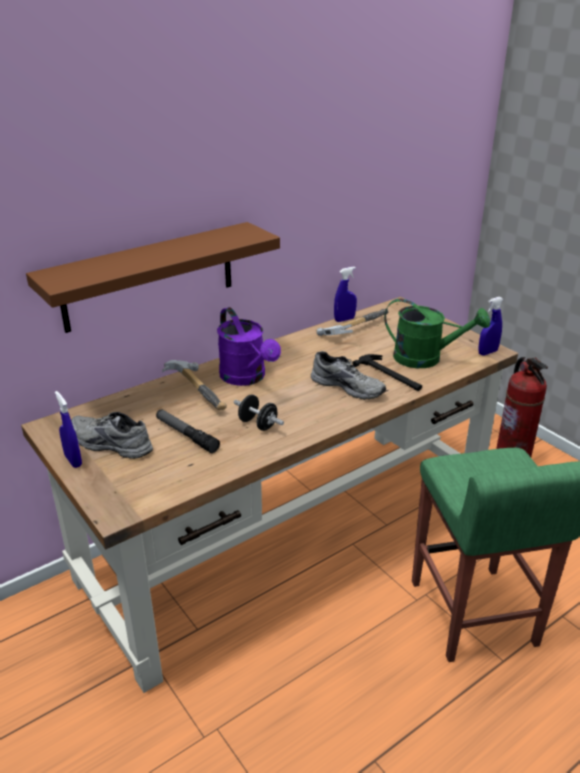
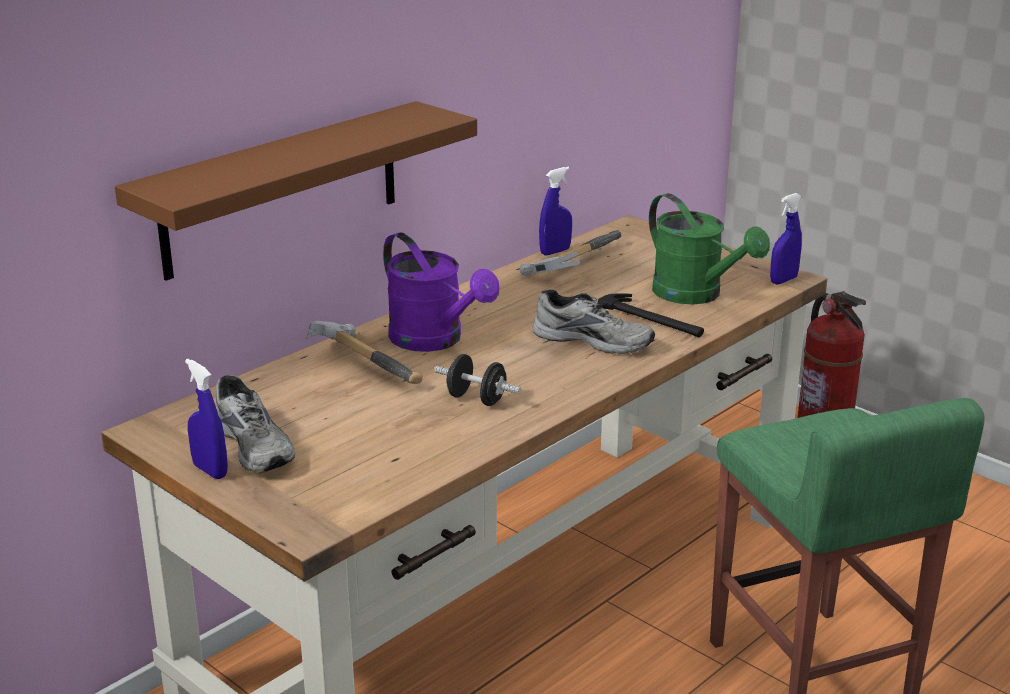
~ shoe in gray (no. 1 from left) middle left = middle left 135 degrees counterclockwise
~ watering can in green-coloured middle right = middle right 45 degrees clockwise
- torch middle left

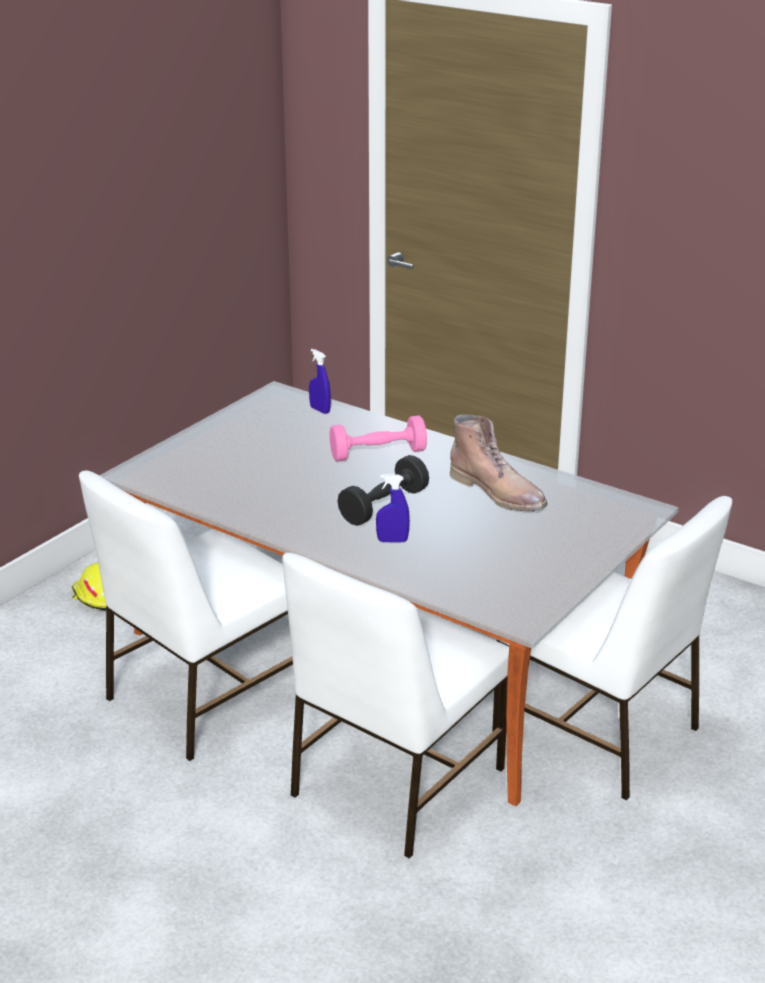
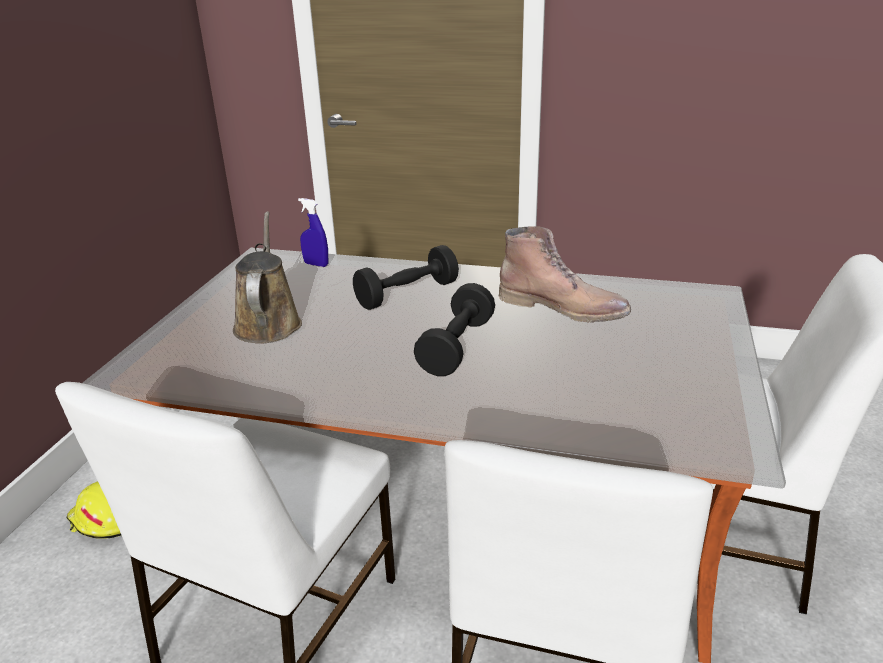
+ watering can in brown middle left
~ hand weight in pinkish centre to hand weight in black (no. 1 from left) centre
- spray bottle in blue (no. 2 from left) centre

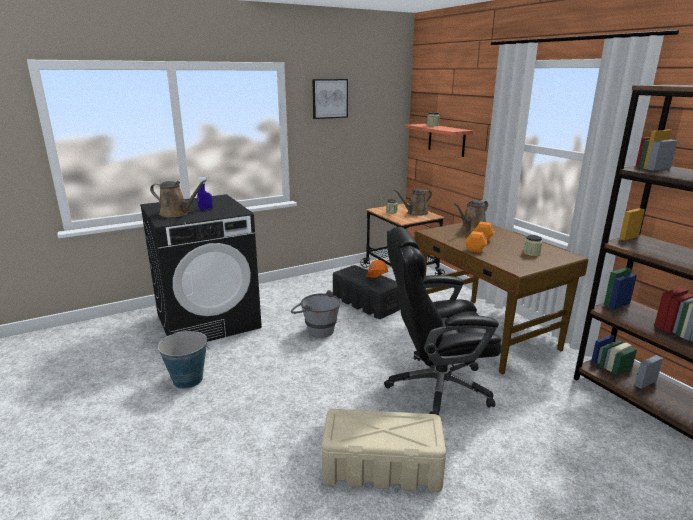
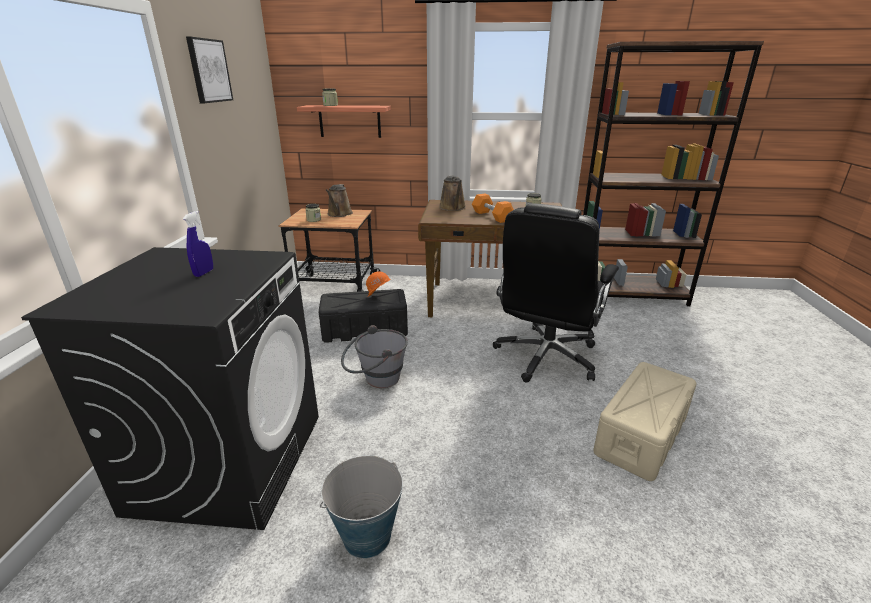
- watering can in brown (no. 1 from left) middle left

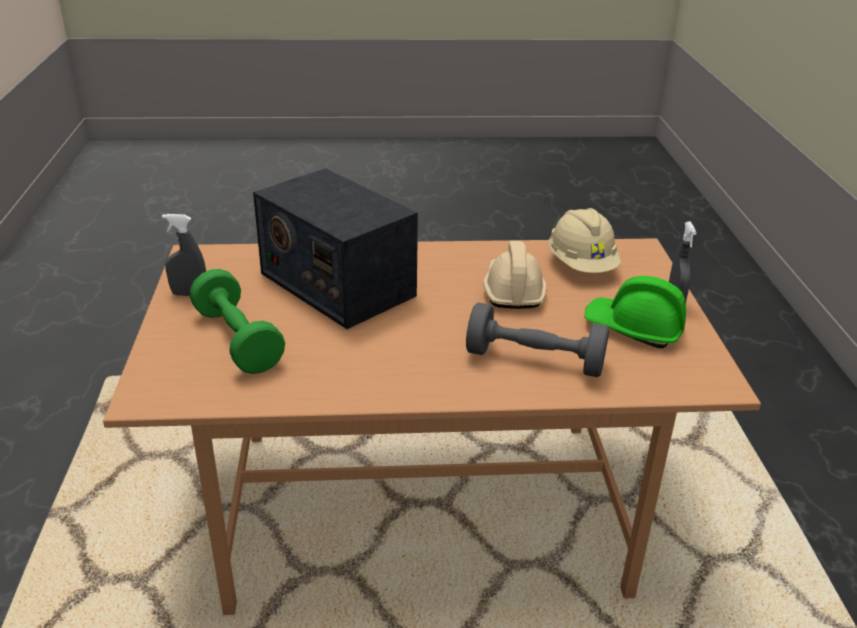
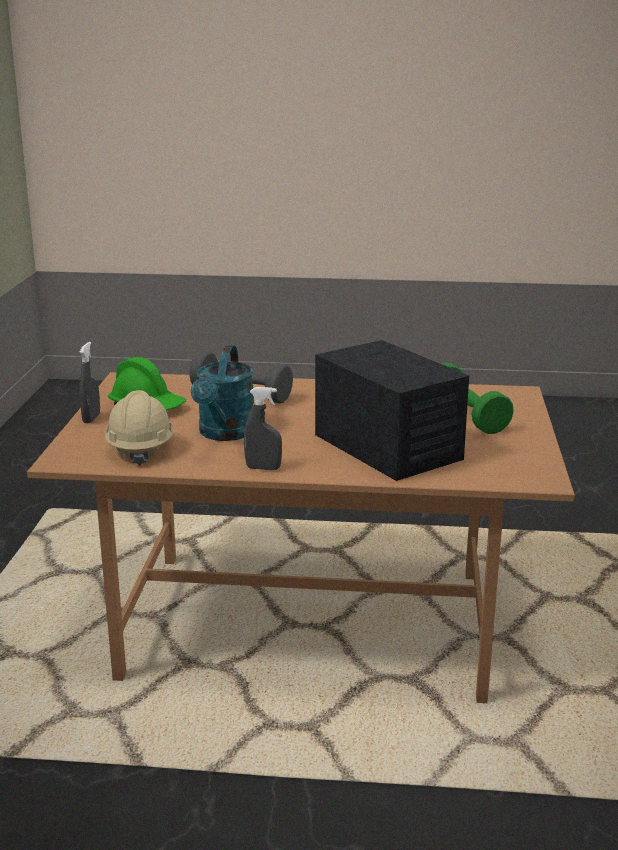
~ work helmet in sand-coloured (no. 1 from left) centre to watering can in turquoise centre
~ spray bottle in gray (no. 1 from left in the first image) middle left to spray bottle in gray (no. 2 from left) centre

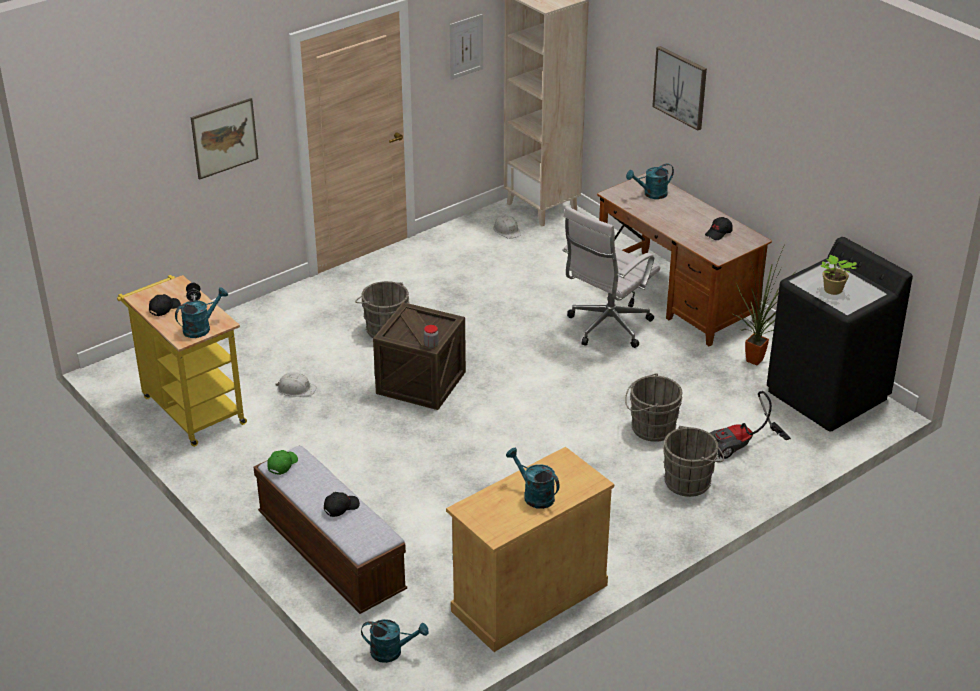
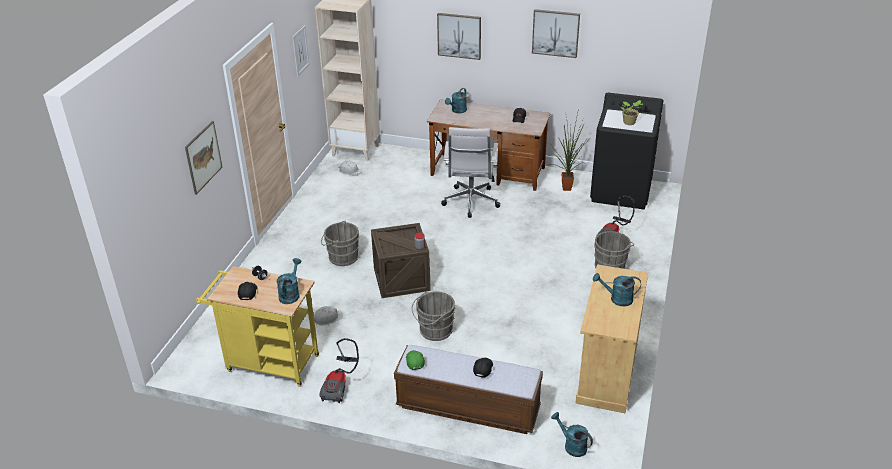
+ vacuum (no. 1 from left) bottom centre
~ water bucket in gray (no. 2 from left) middle right to bottom centre
+ picture (no. 4 from left) top centre
~ watering can in turquoise (no. 2 from left in the first image) bottom centre = bottom centre 105 degrees counterclockwise

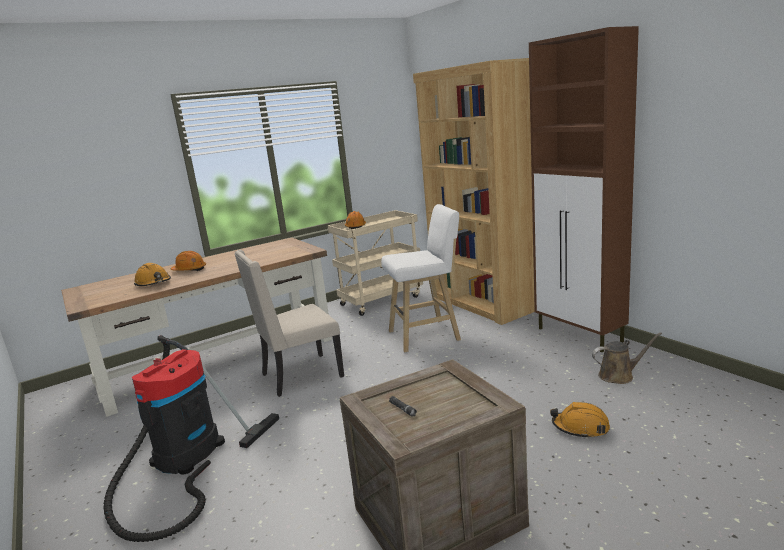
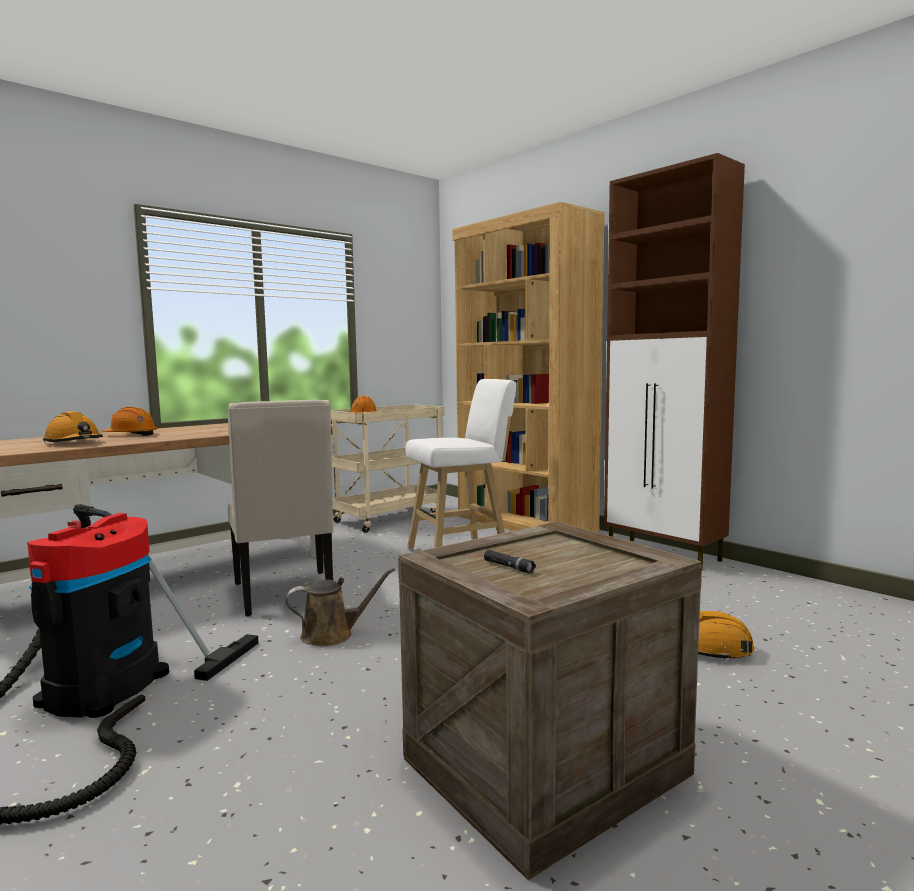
~ upright chair in sand-coloured centre = middle left 75 degrees counterclockwise
~ watering can in brown middle right to bottom centre

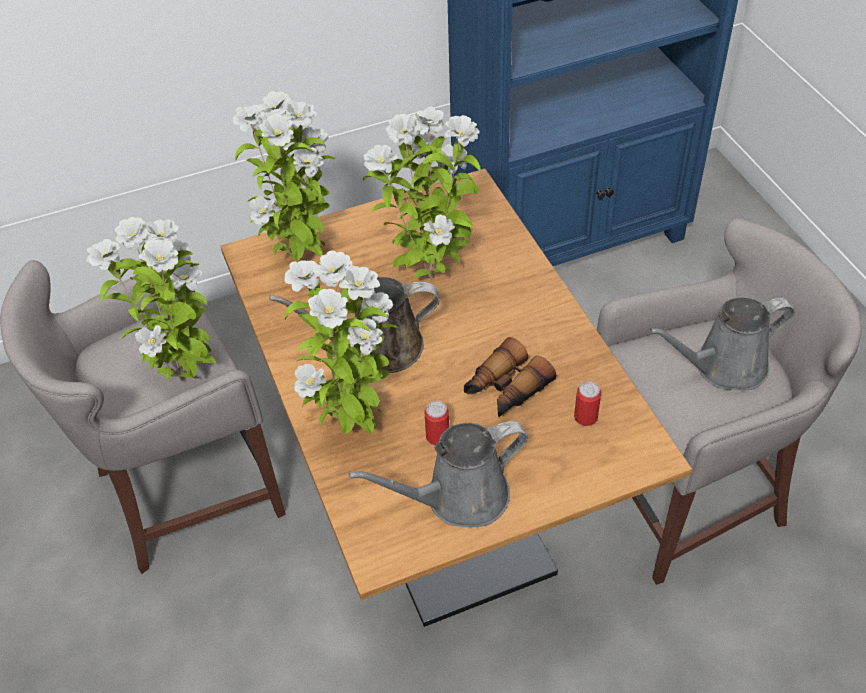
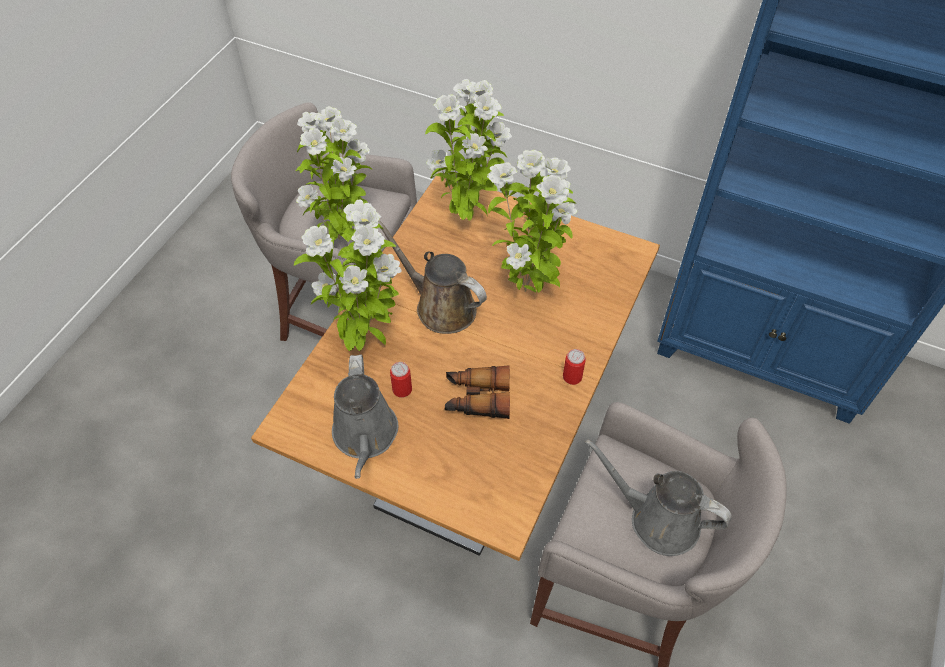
~ watering can in gray (no. 1 from left) bottom centre = centre 120 degrees counterclockwise
~ can (no. 2 from left) middle right to centre

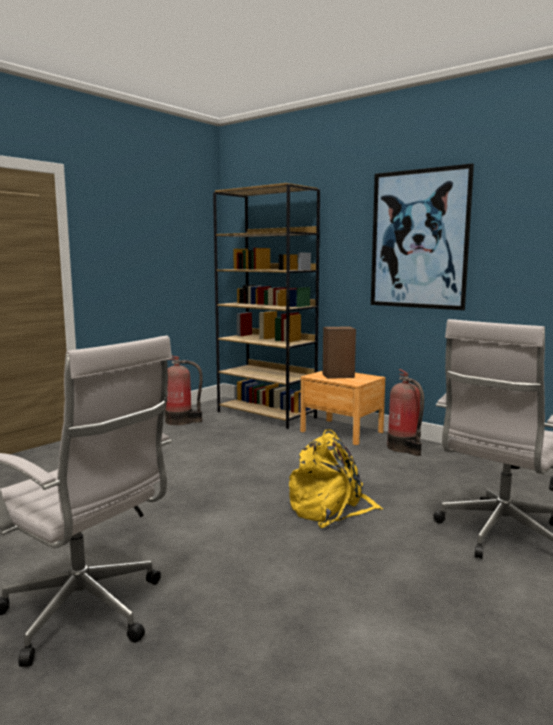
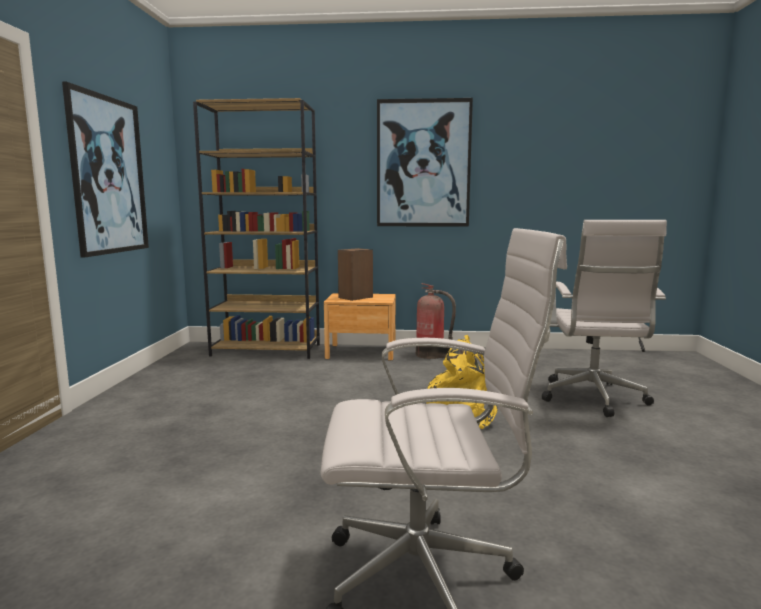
+ picture (no. 1 from left) top left
- fire extinguisher (no. 1 from left) middle left

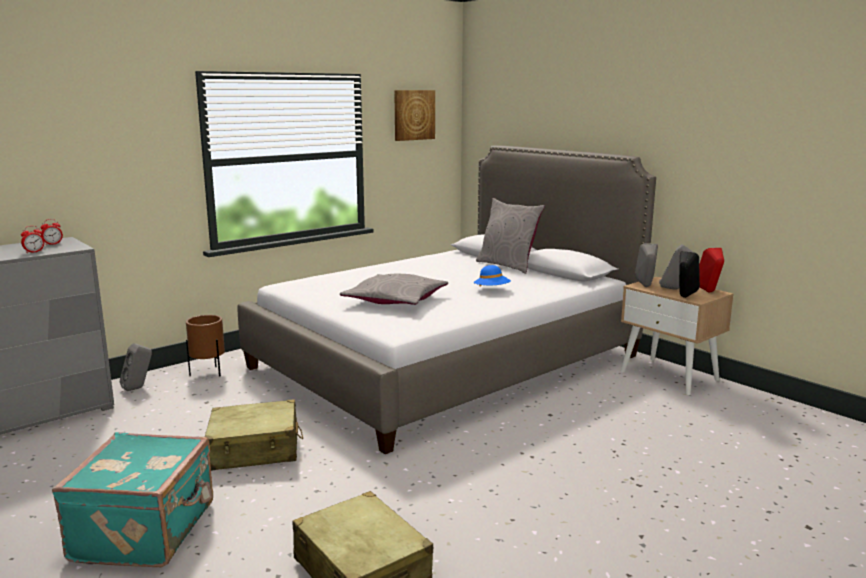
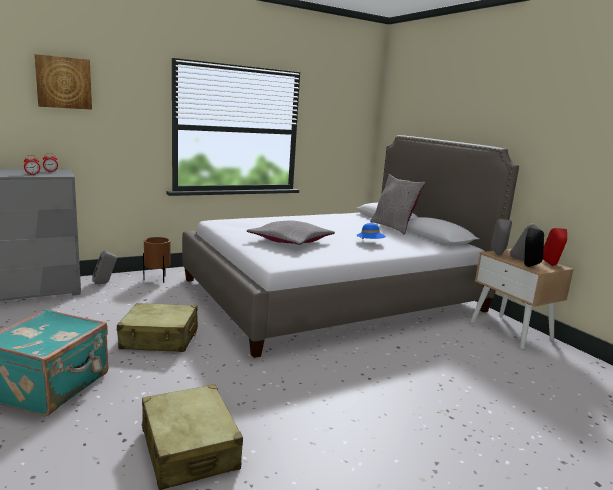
~ picture top centre to top left

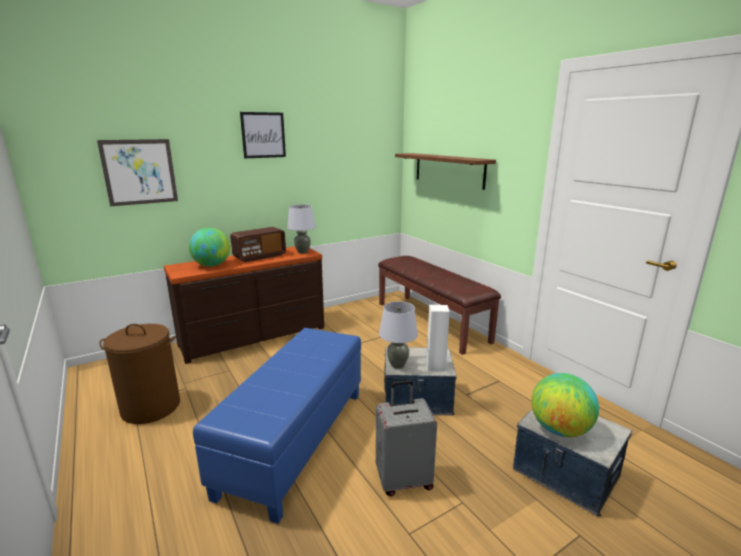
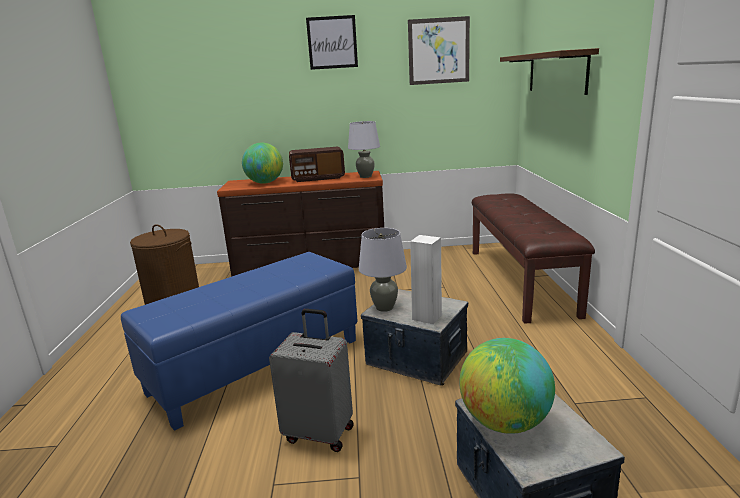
~ picture (no. 1 from left in the first image) top left to picture (no. 2 from left) top centre

